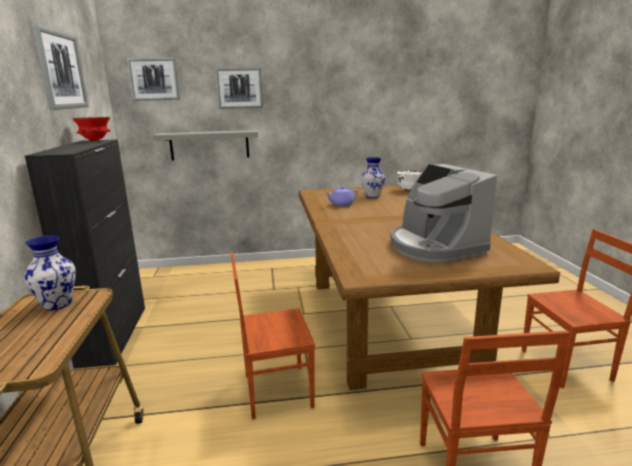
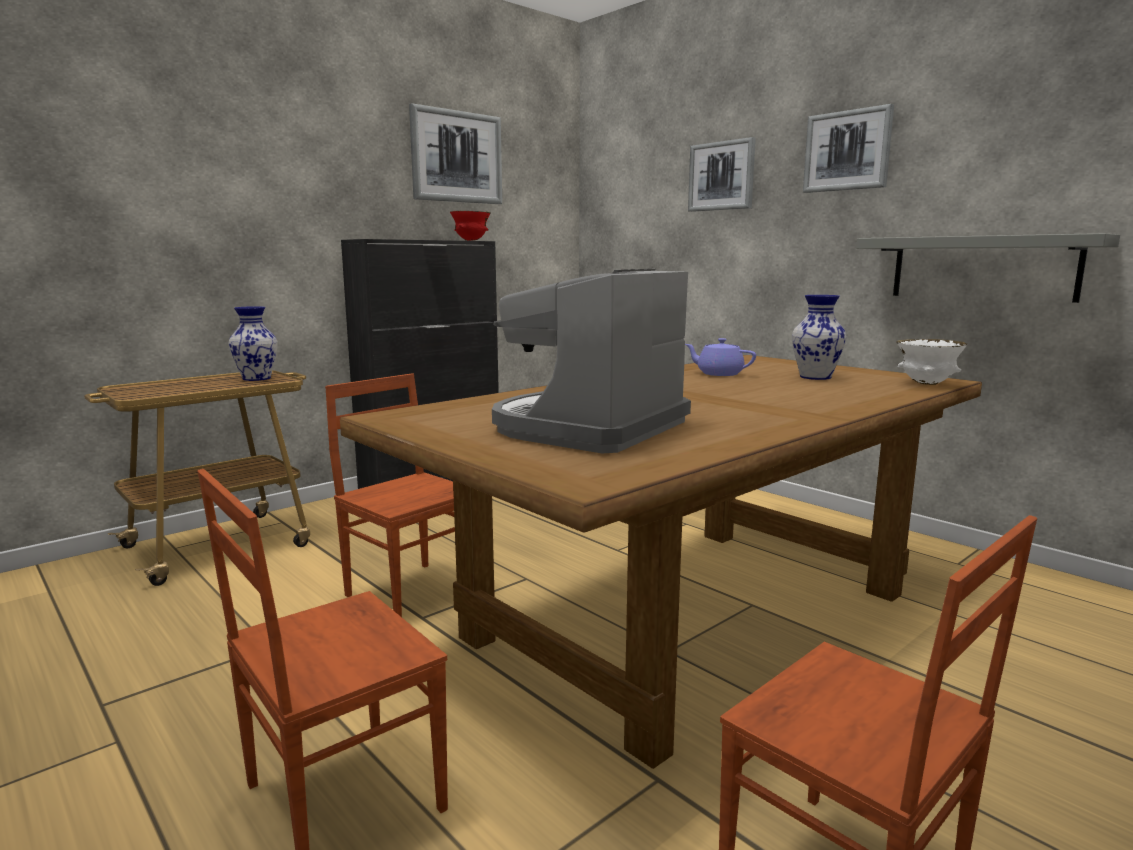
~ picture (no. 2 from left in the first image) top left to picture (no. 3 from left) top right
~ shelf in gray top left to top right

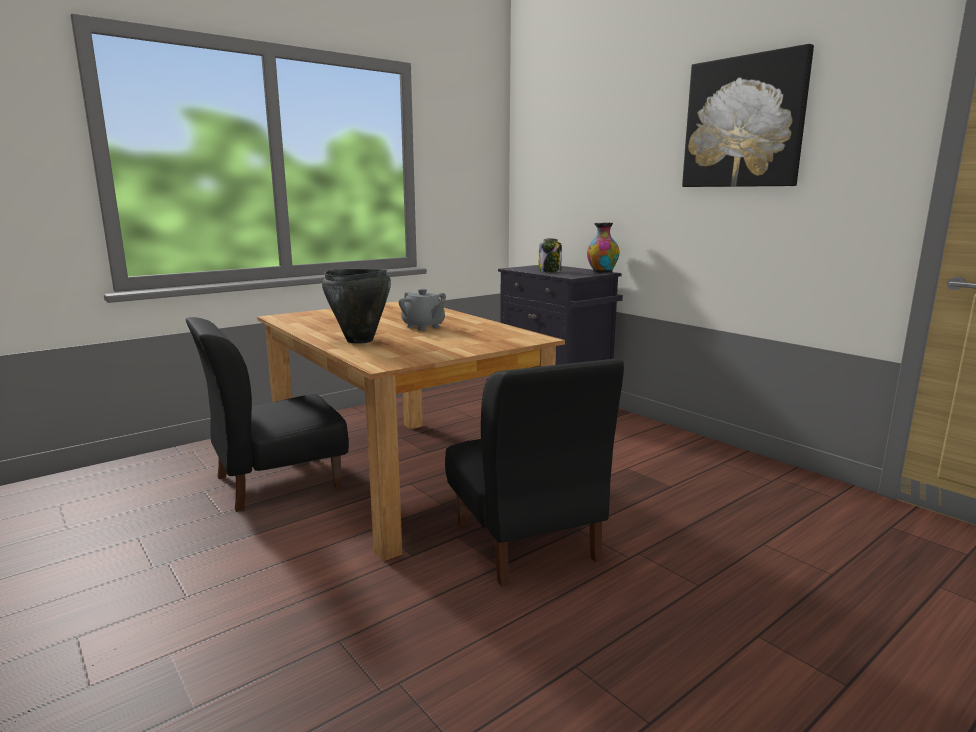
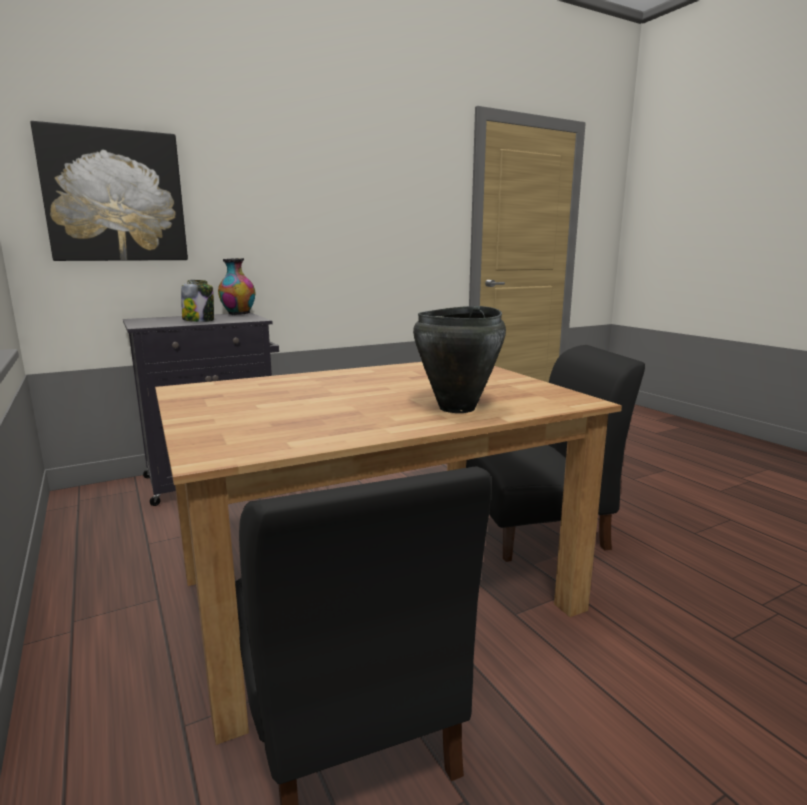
~ picture top right to top left
- teapot in gray centre

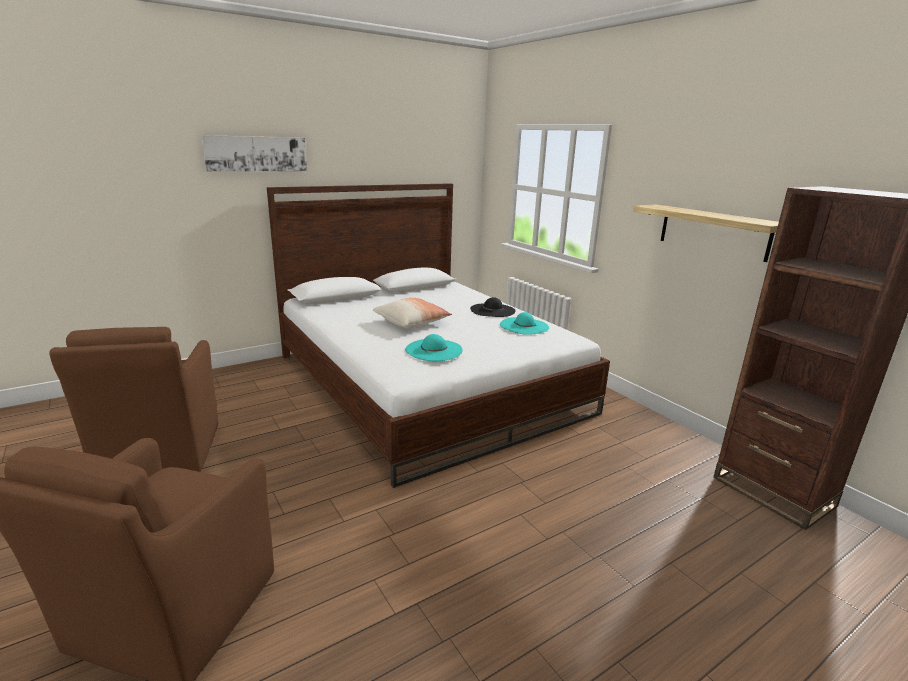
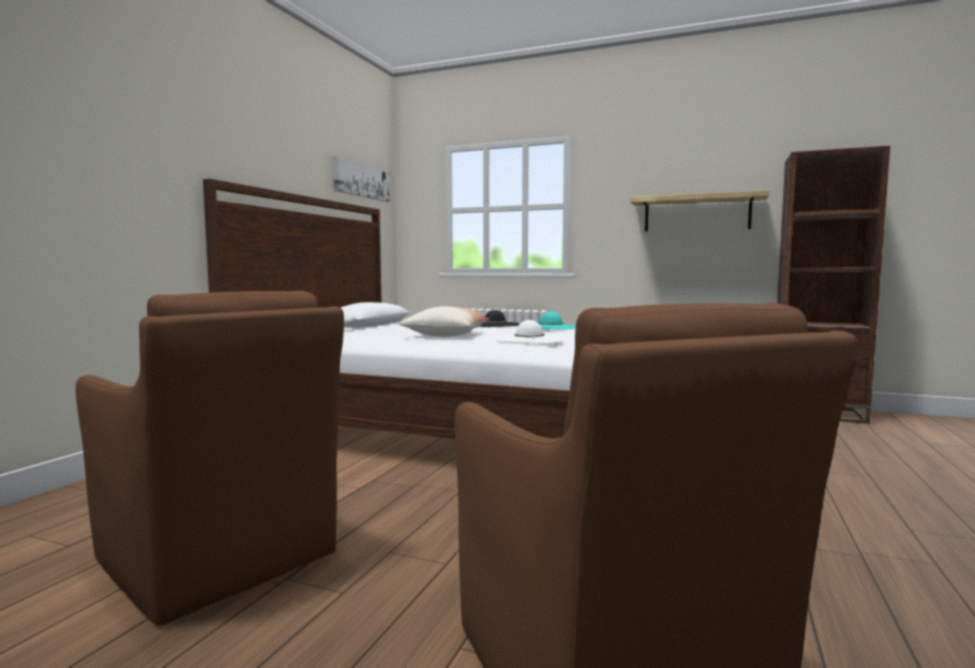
~ picture top left to top centre
~ clothing hat in turquoise (no. 1 from left) centre to clothing hat in whitish centre

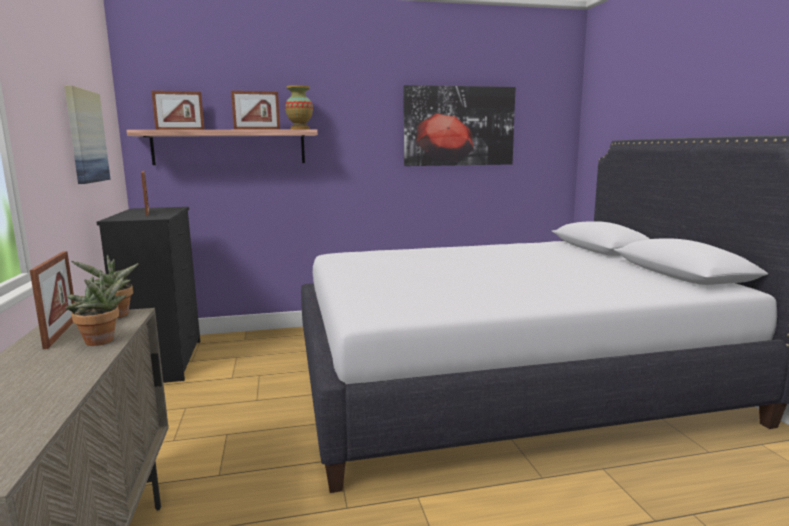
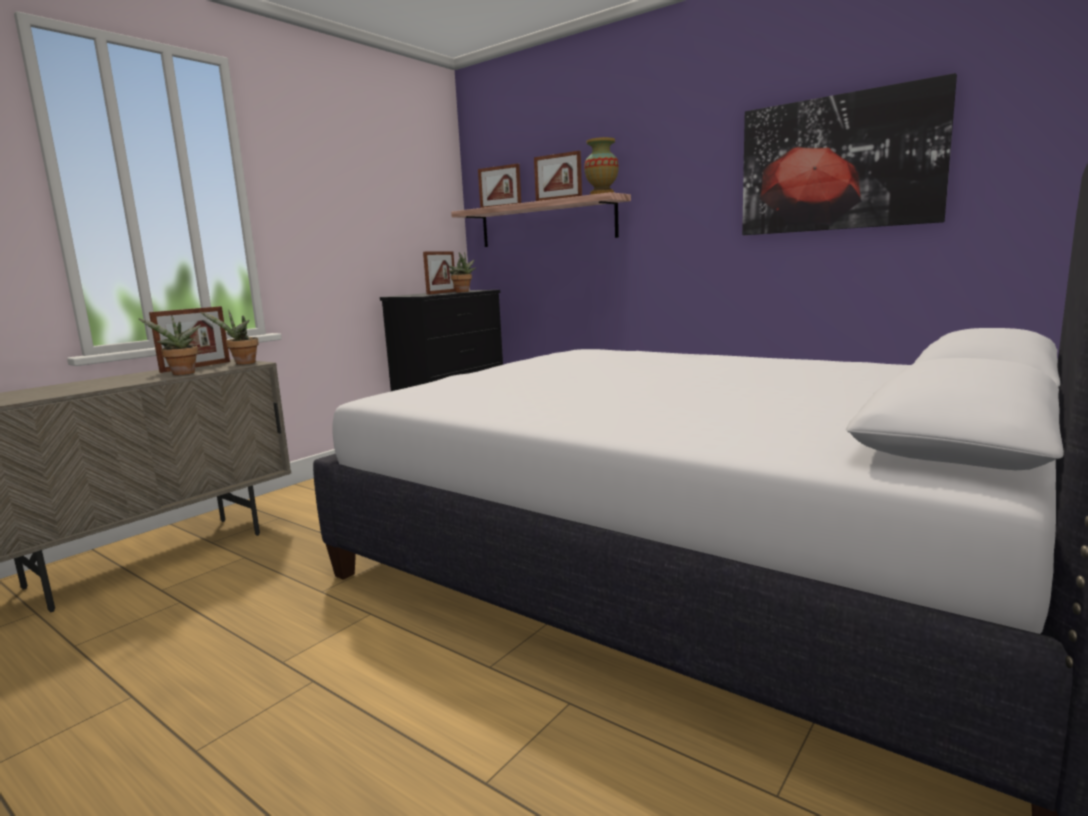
+ houseplant (no. 3 from left) centre
- picture (no. 1 from left) top left

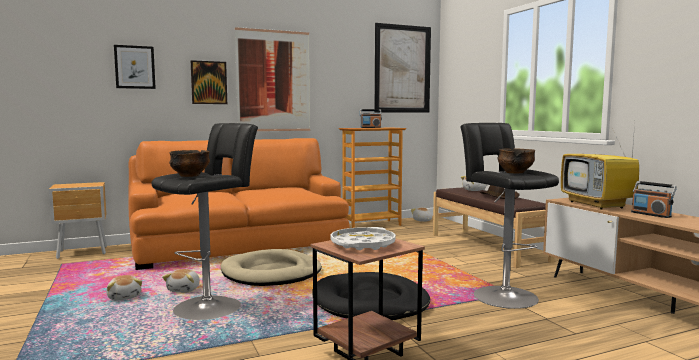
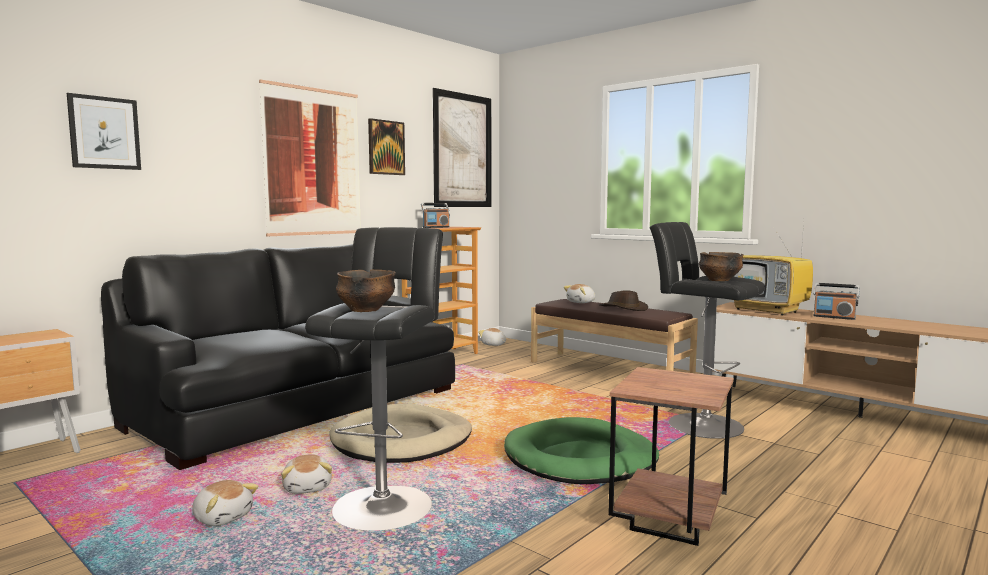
~ settee in orange-coloured centre to settee in black middle left
~ picture (no. 2 from left in the first image) top left to picture (no. 3 from left) top centre
~ dog cushion in black bottom centre to dog cushion in green-coloured bottom centre
- tray in whitish centre

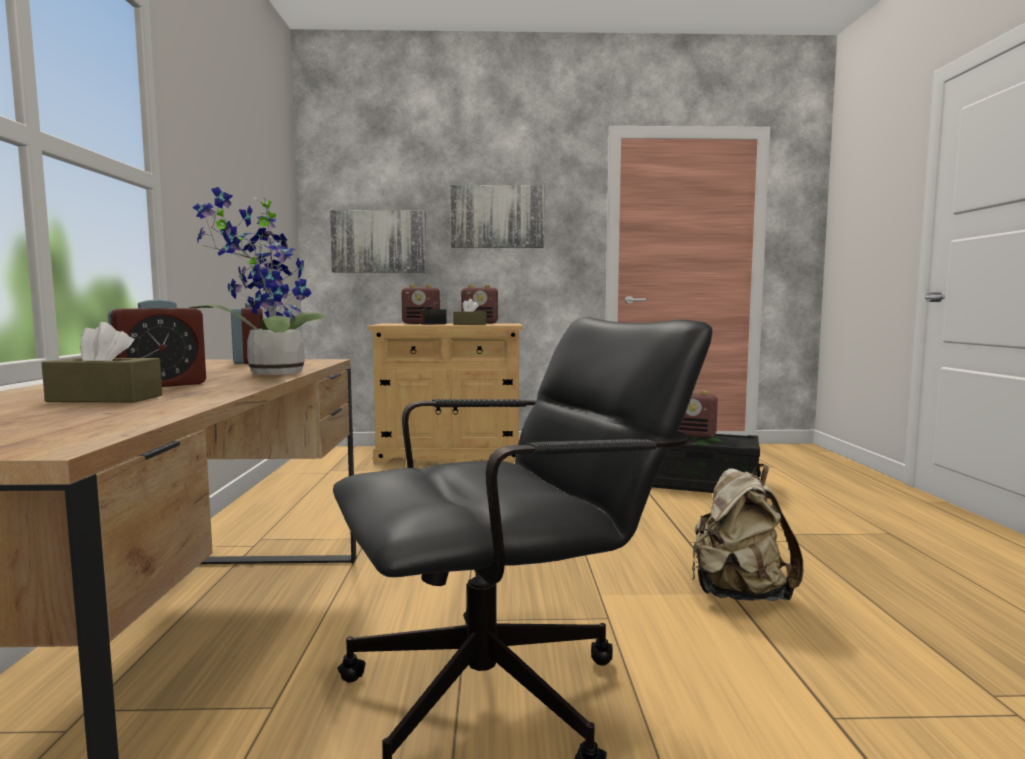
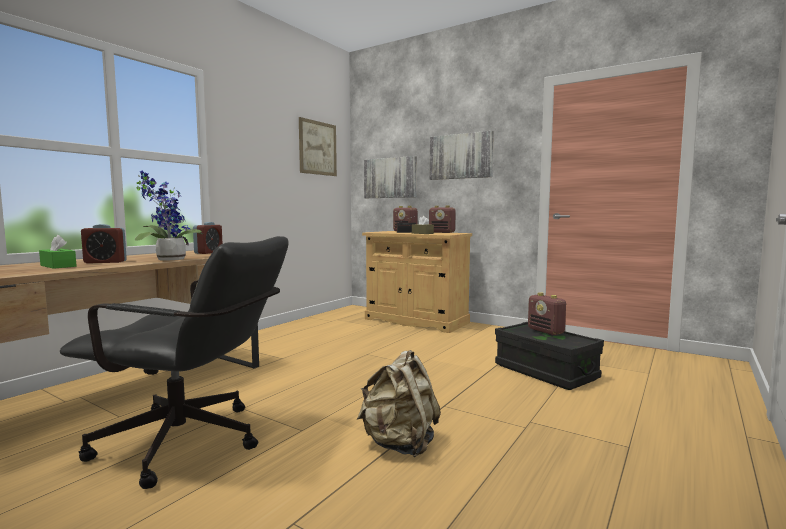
~ tissue holder in brown (no. 1 from left) middle left to tissue holder in green-coloured middle left
+ picture (no. 1 from left) top centre

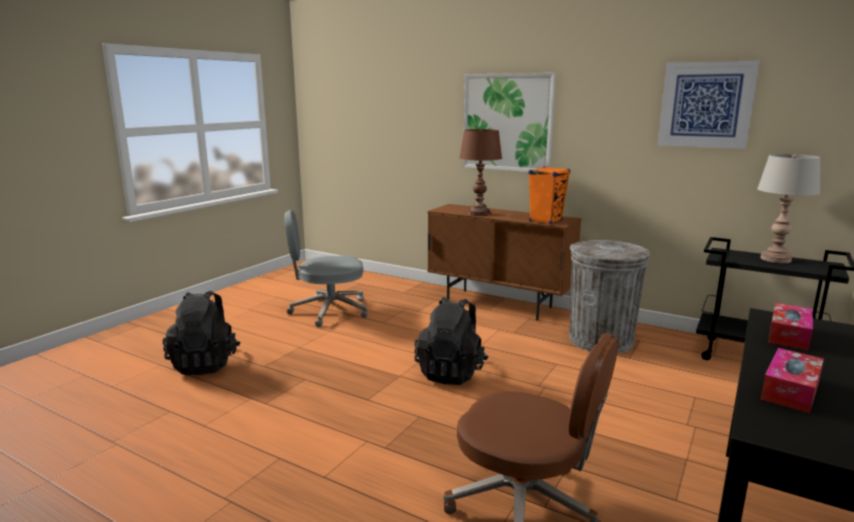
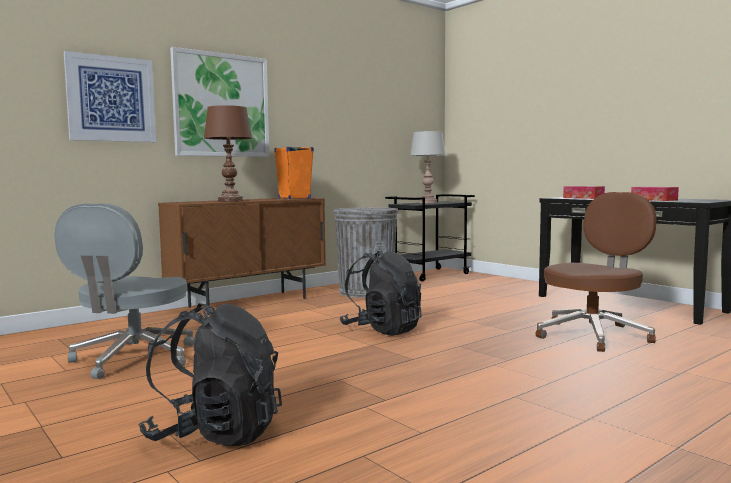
~ picture (no. 2 from left in the first image) top right to picture (no. 1 from left) top left

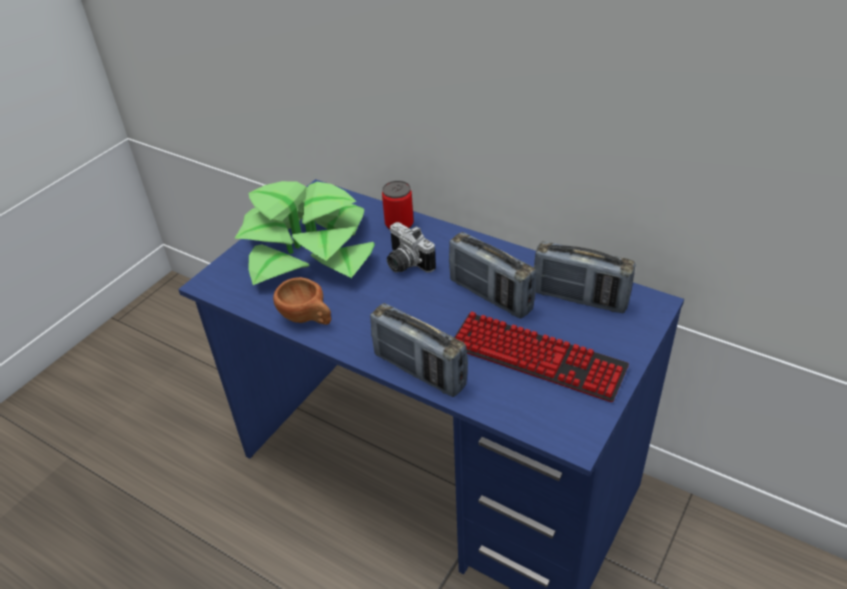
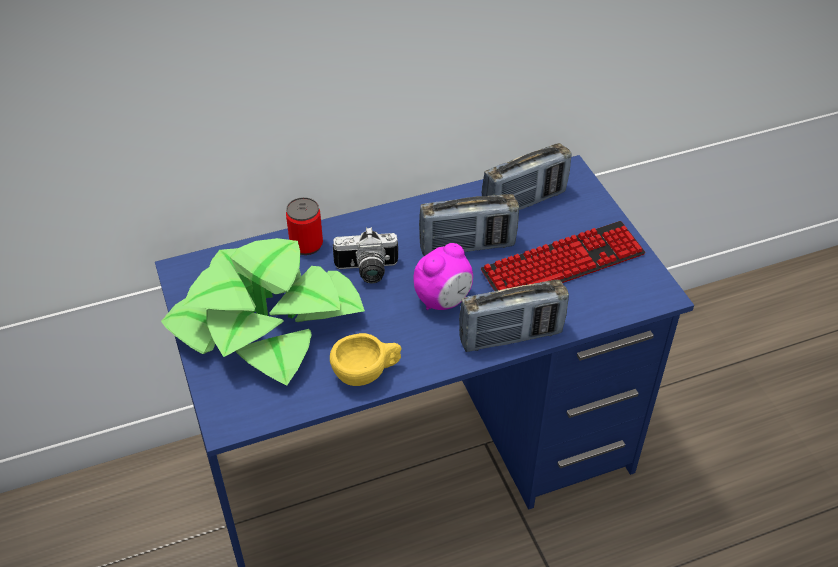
~ cup in brown centre to cup in yellowish centre
+ table clock centre

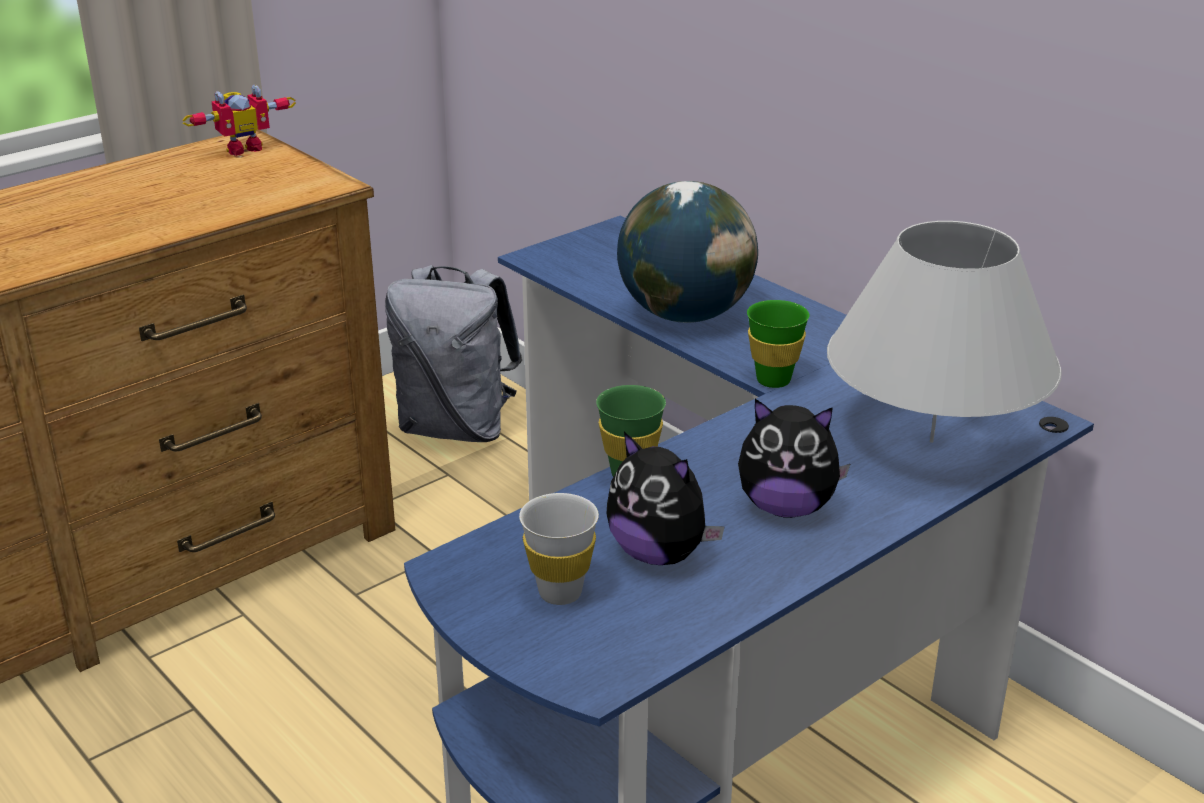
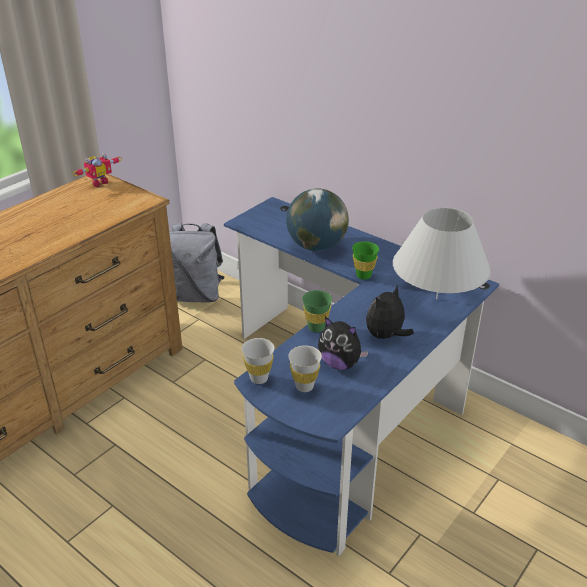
+ cup in whitish (no. 1 from left) centre
~ cuddly toy (no. 2 from left) centre = centre 135 degrees clockwise

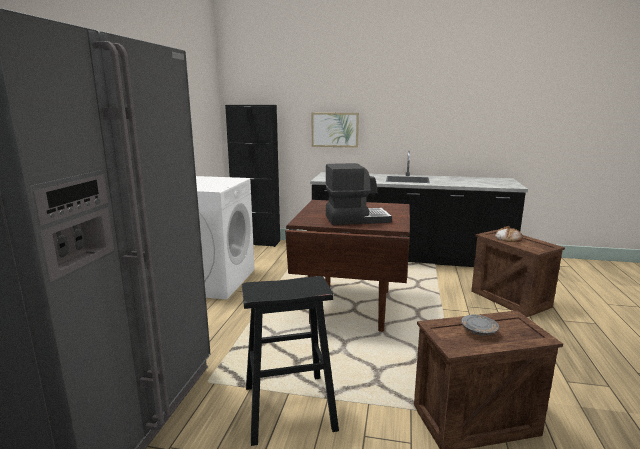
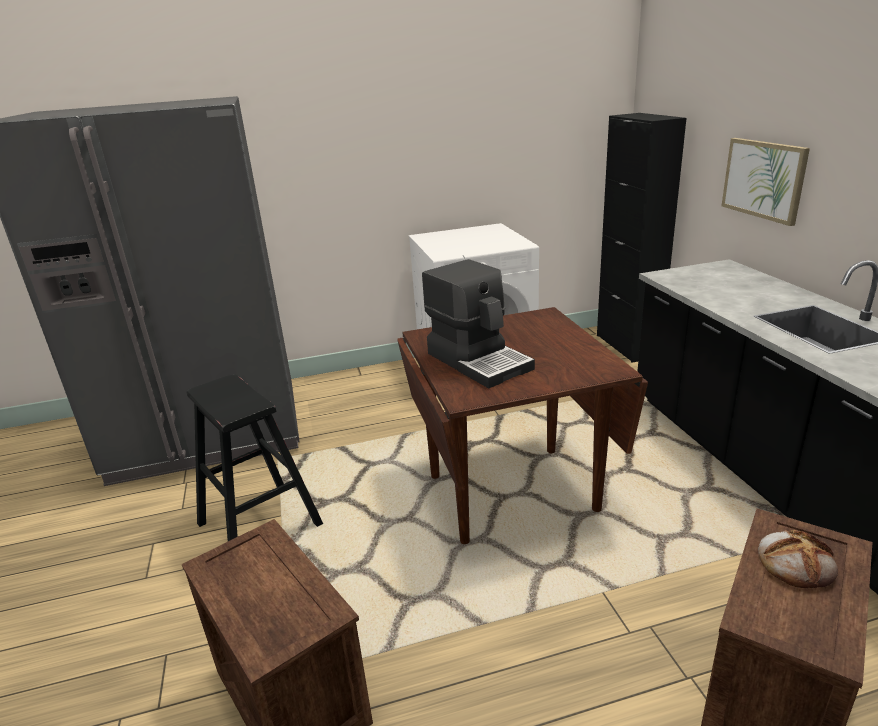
- plate in gray bottom right

